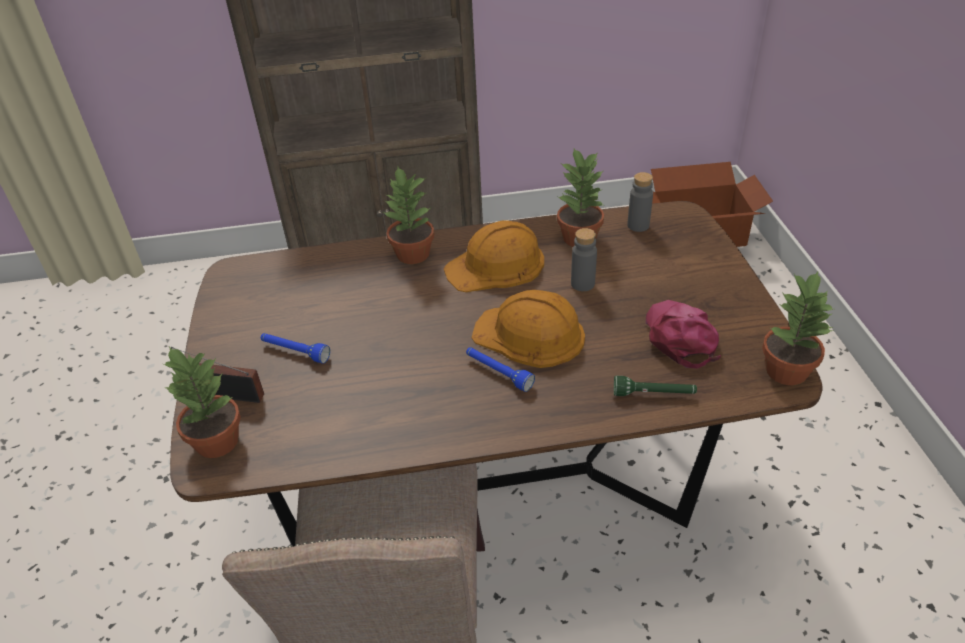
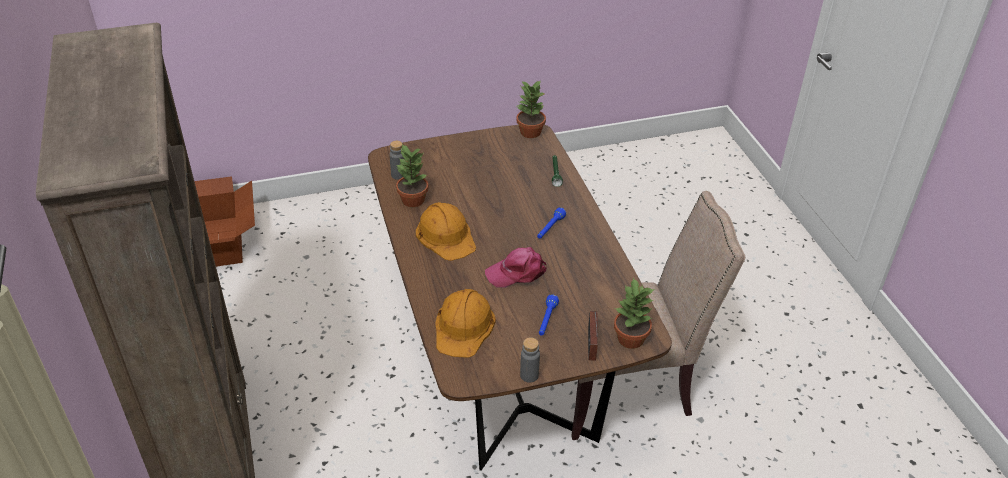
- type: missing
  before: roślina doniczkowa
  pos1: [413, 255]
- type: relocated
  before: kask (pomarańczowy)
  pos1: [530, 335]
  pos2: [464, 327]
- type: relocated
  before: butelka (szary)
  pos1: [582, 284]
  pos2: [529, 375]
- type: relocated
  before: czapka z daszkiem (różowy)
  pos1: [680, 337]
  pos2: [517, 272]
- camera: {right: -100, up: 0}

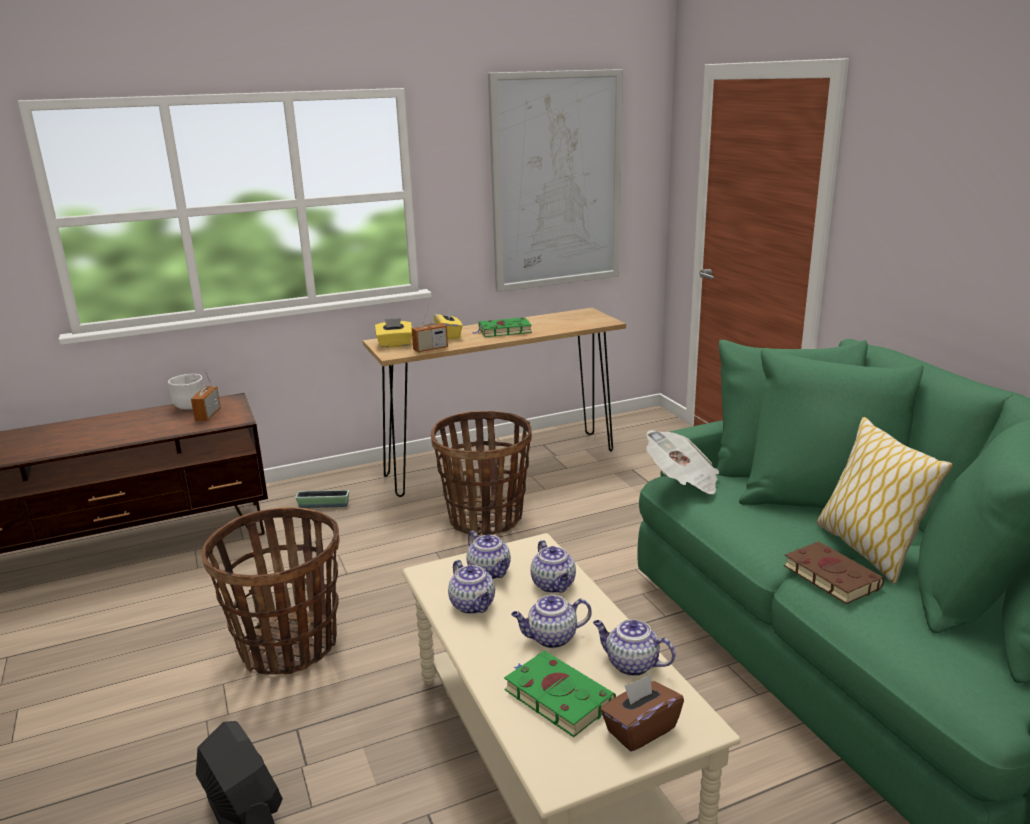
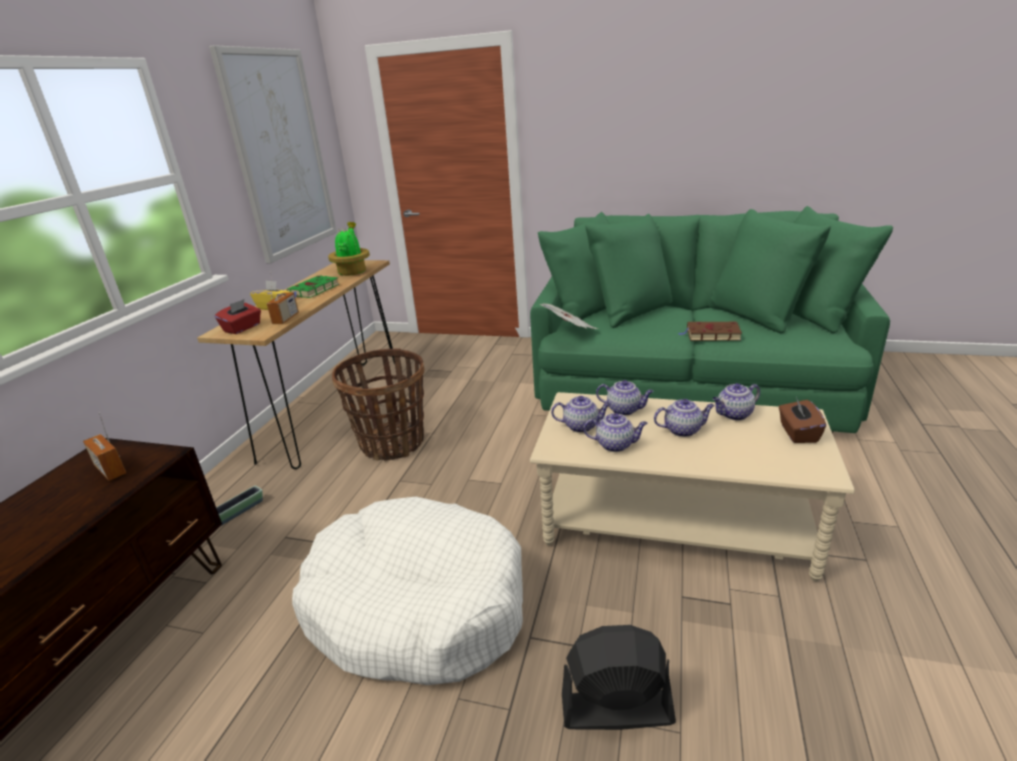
- type: missing
  before: miska (biały)
  pos1: [190, 406]
- type: missing
  before: książka (zielony)
  pos1: [556, 696]
- type: missing
  before: poduszka
  pos1: [868, 549]
- type: appeared
  after: roślina doniczkowa
  pos2: [352, 272]
- type: exchanged
  before: koszyk
  after: legowisko (biały)
  pos1: [288, 646]
  pos2: [416, 606]
- type: colour
  before: pudełko chusteczek (żółty)
  after: pudełko chusteczek (czerwony)
  pos1: [395, 345]
  pos2: [242, 328]
- type: spun
  before: imbryk
  pos1: [551, 638]
  pos2: [683, 430]
  turn: -120
- camera: {right: -50, up: 5}

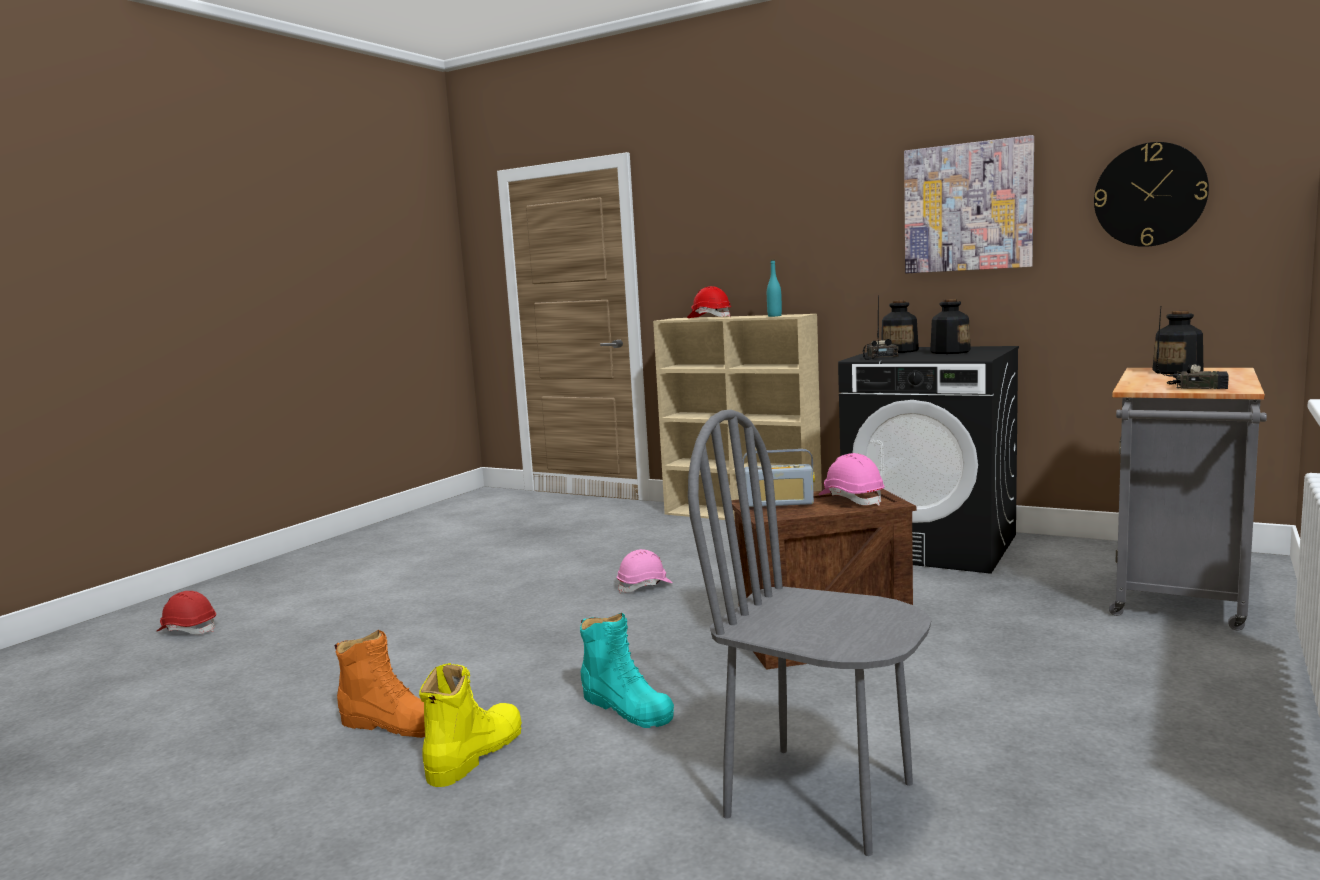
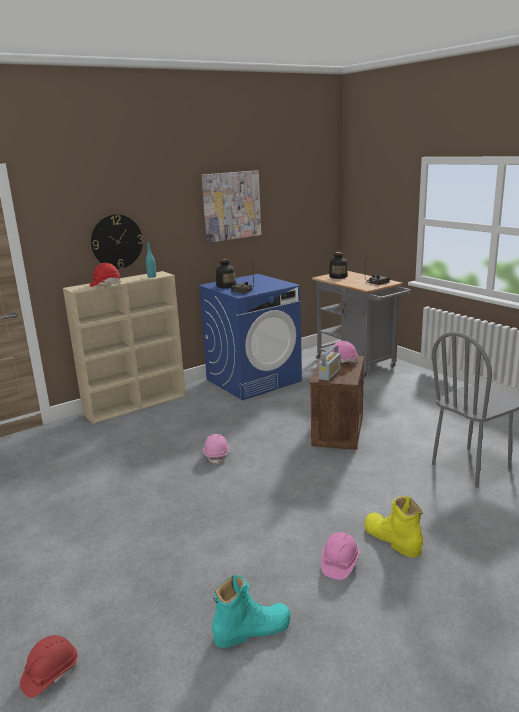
- type: missing
  before: butelka
  pos1: [949, 352]
- type: relocated
  before: but z cholewką (turkusowy)
  pos1: [627, 708]
  pos2: [252, 630]
- type: relocated
  before: zegar ścienny
  pos1: [1149, 195]
  pos2: [116, 241]
- type: exchanged
  before: but z cholewką (pomarańczowy)
  after: kask (różowy)
  pos1: [393, 724]
  pos2: [339, 563]
- type: colour
  before: pralka (czarny)
  after: pralka (niebieski)
  pos1: [932, 546]
  pos2: [254, 380]
- camera: {right: -65, up: 10}

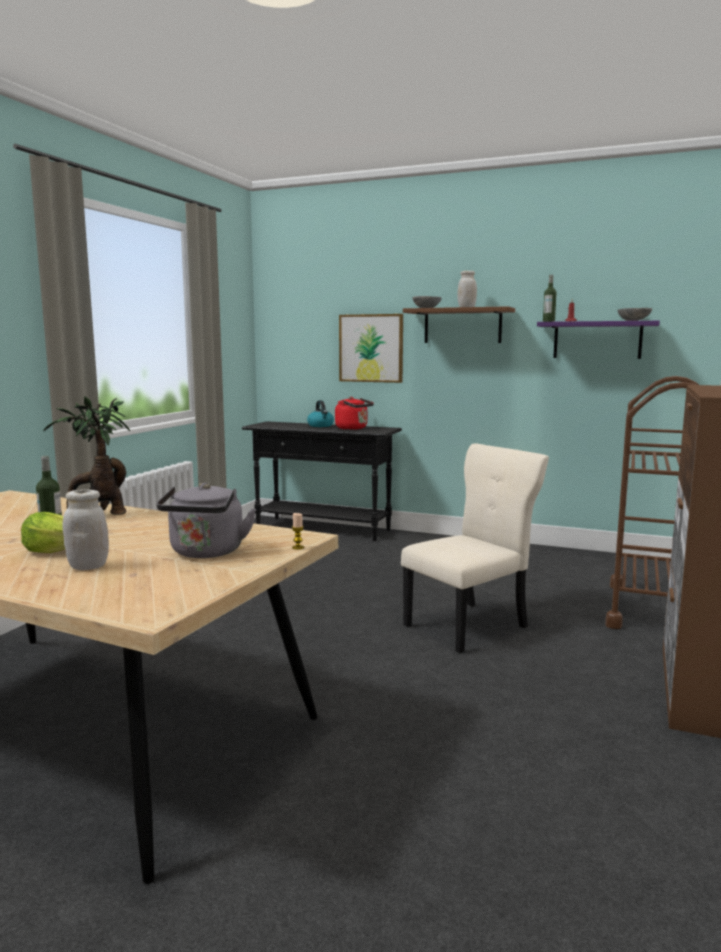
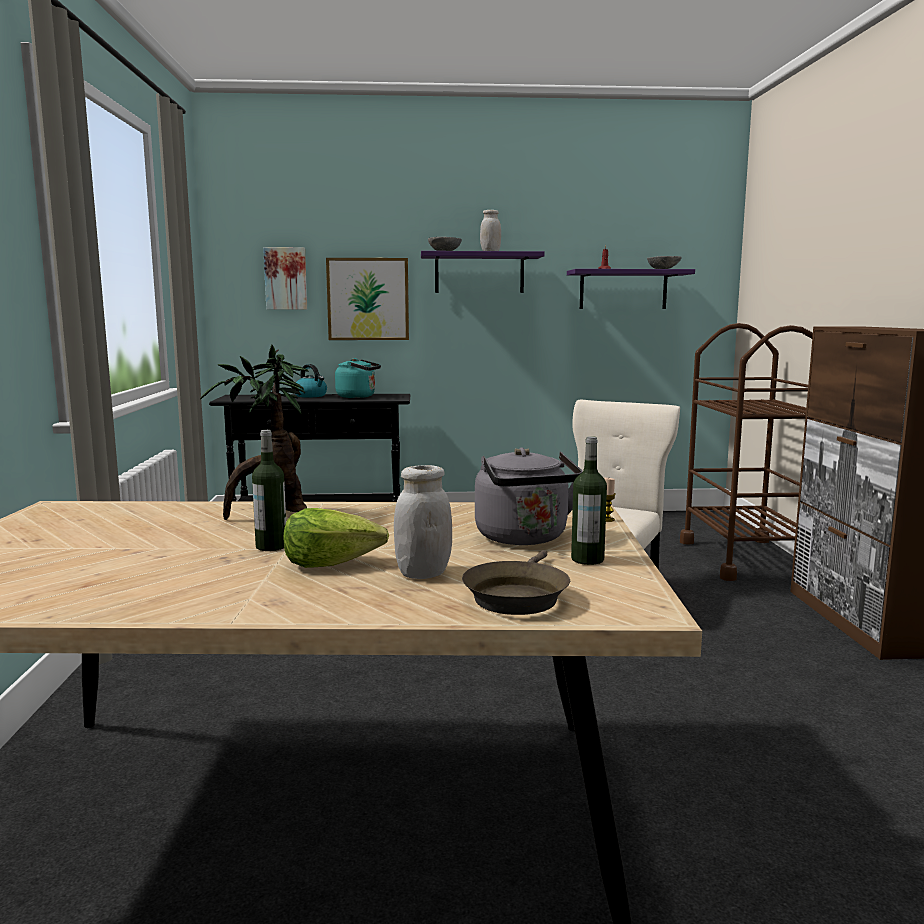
- type: appeared
  after: obraz
  pos2: [286, 278]
- type: appeared
  after: patelnia (brązowy)
  pos2: [517, 596]
- type: relocated
  before: butelka
  pos1: [548, 321]
  pos2: [587, 559]
- type: colour
  before: czajnik (czerwony)
  after: czajnik (turkusowy)
  pos1: [353, 428]
  pos2: [358, 396]
- type: colour
  before: półka (brązowy)
  after: półka (fioletowy)
  pos1: [462, 326]
  pos2: [479, 273]
- camera: {right: -25, up: 0}

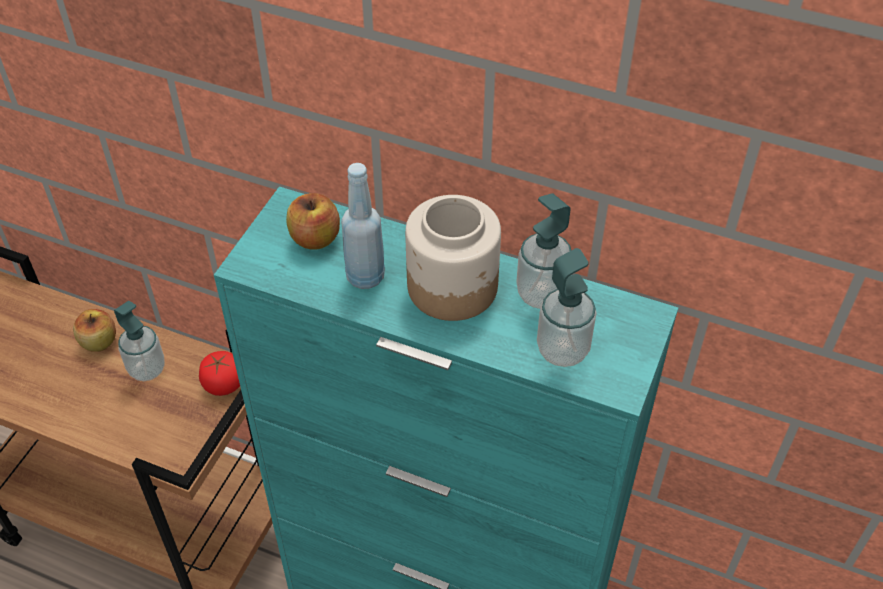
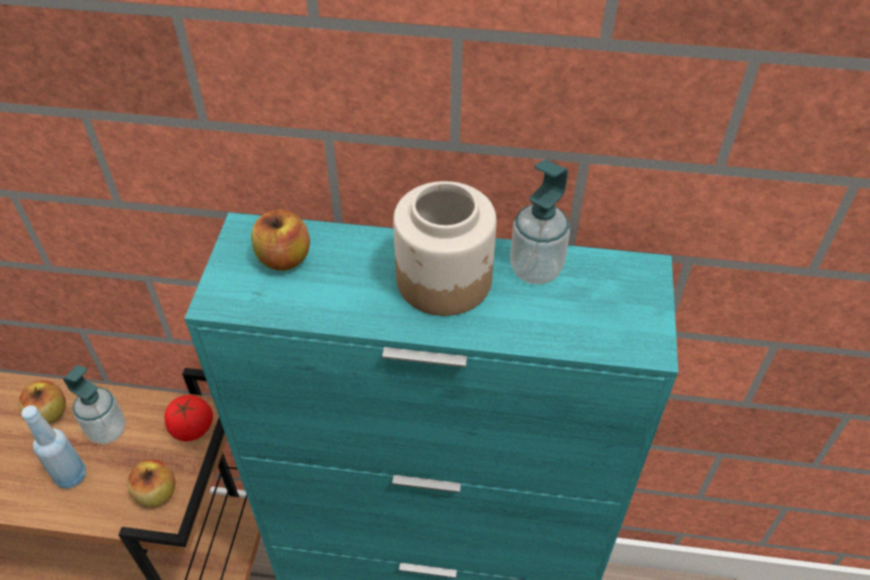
- type: missing
  before: dozownik mydła
  pos1: [562, 350]
- type: appeared
  after: jabłko
  pos2: [156, 493]
- type: relocated
  before: butelka (niebieski)
  pos1: [365, 276]
  pos2: [71, 476]
- camera: {right: -15, up: 0}

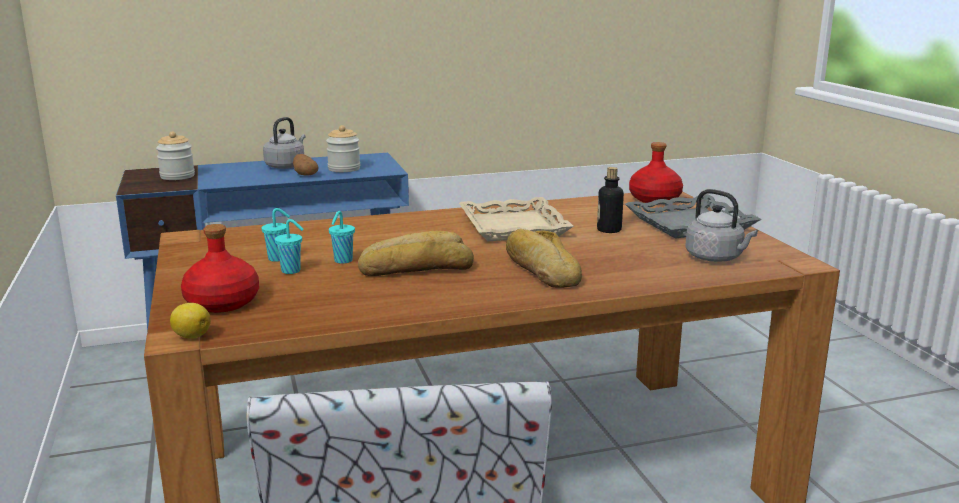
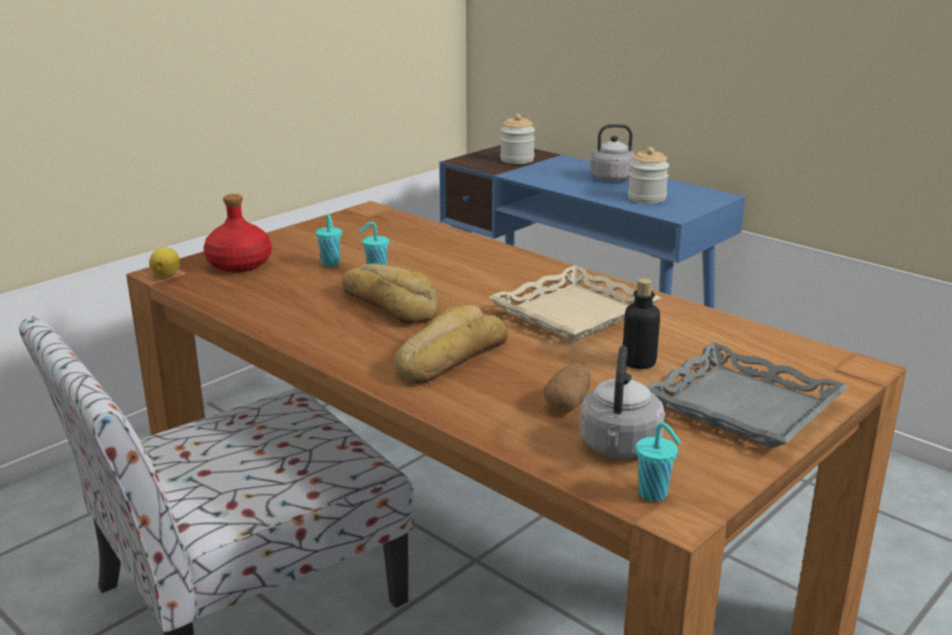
- type: missing
  before: butelka (czerwony)
  pos1: [655, 199]
- type: relocated
  before: filiżanka (turkusowy)
  pos1: [278, 258]
  pos2: [654, 494]
- type: relocated
  before: ziemniak
  pos1: [305, 175]
  pos2: [568, 404]
- camera: {right: 60, up: 5}

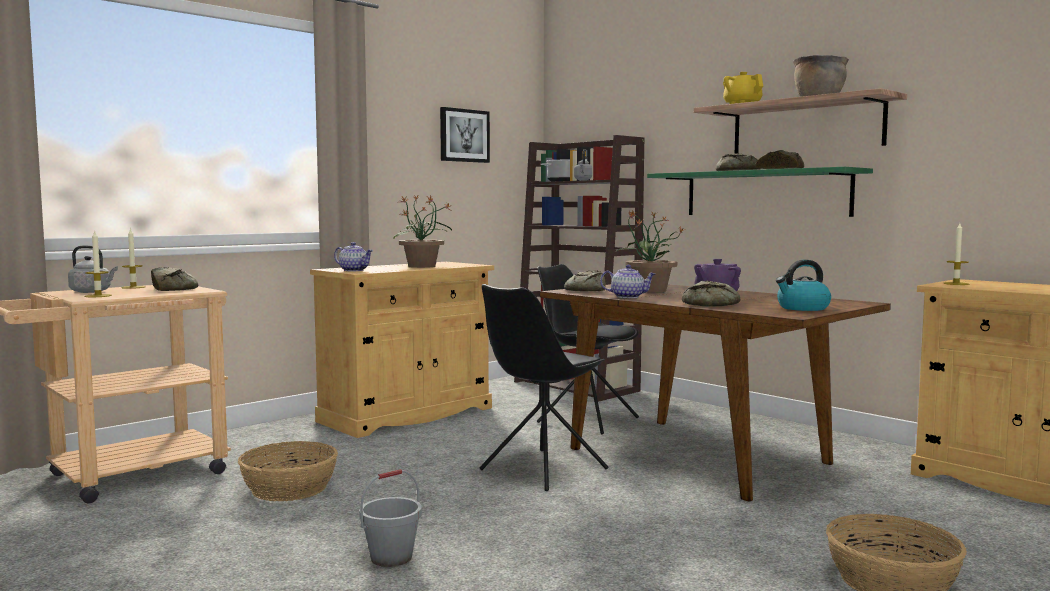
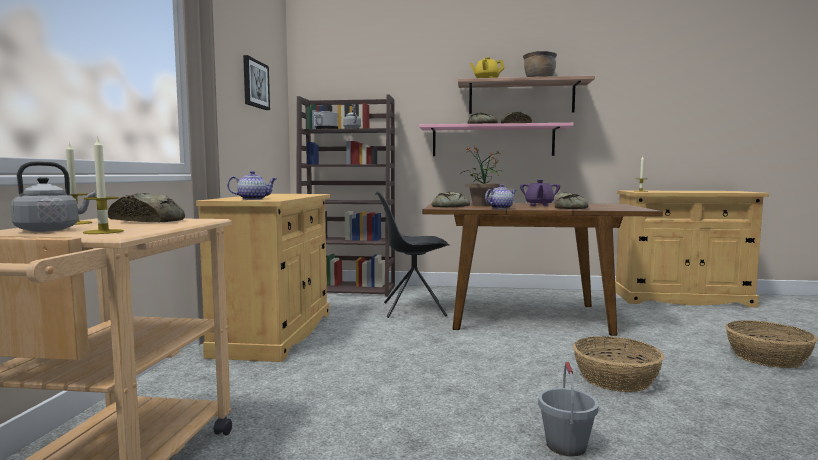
- type: missing
  before: roślina doniczkowa
  pos1: [422, 266]
- type: missing
  before: krzesło (czarny)
  pos1: [541, 470]
- type: missing
  before: czajnik
  pos1: [802, 308]
- type: relocated
  before: koszyk
  pos1: [289, 488]
  pos2: [615, 379]
- type: colour
  before: półka (zielony)
  after: półka (różowy)
  pos1: [765, 194]
  pos2: [493, 141]
- camera: {right: -40, up: 0}

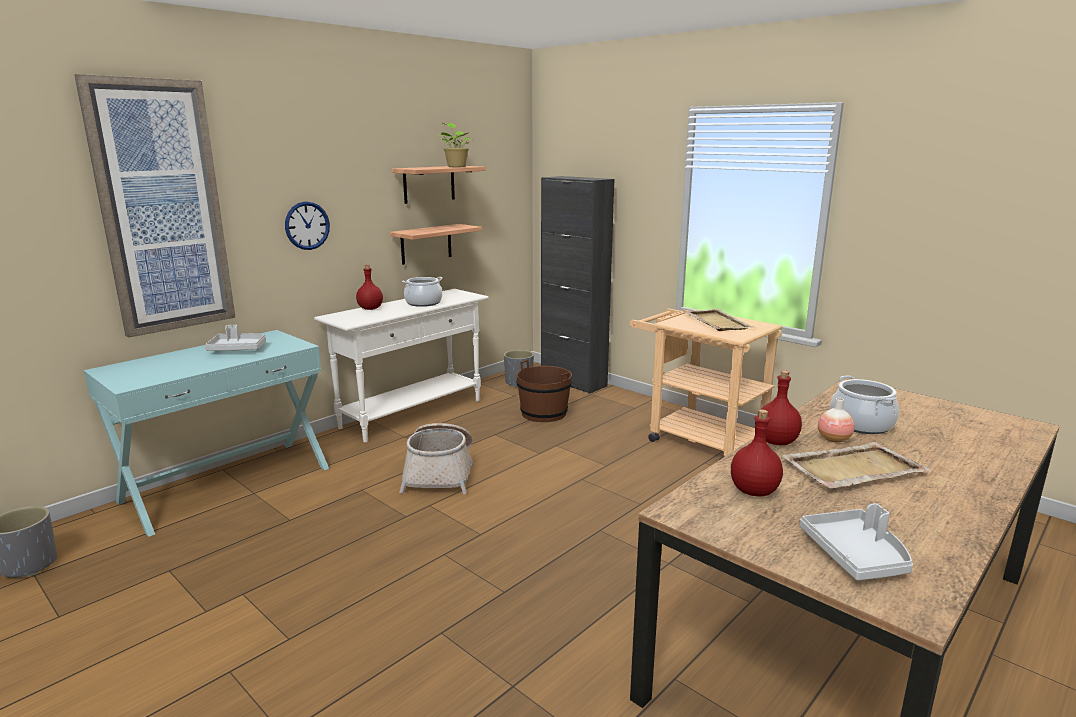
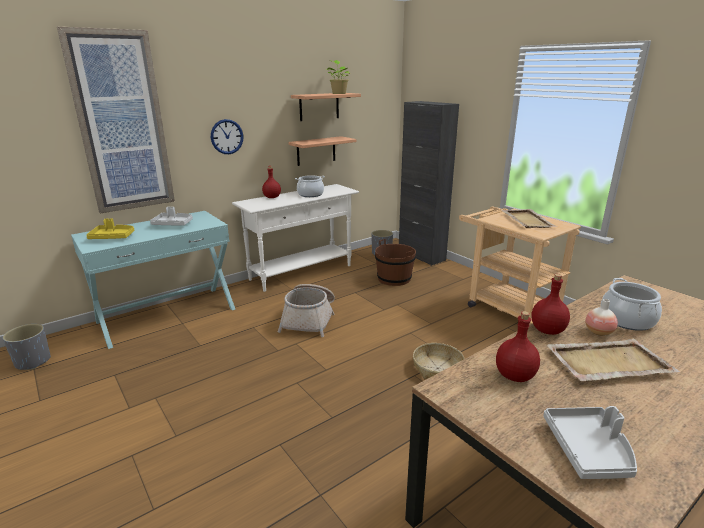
- type: appeared
  after: taca (żółty)
  pos2: [112, 237]
- type: appeared
  after: koszyk
  pos2: [437, 368]
- camera: {right: 10, up: 5}

